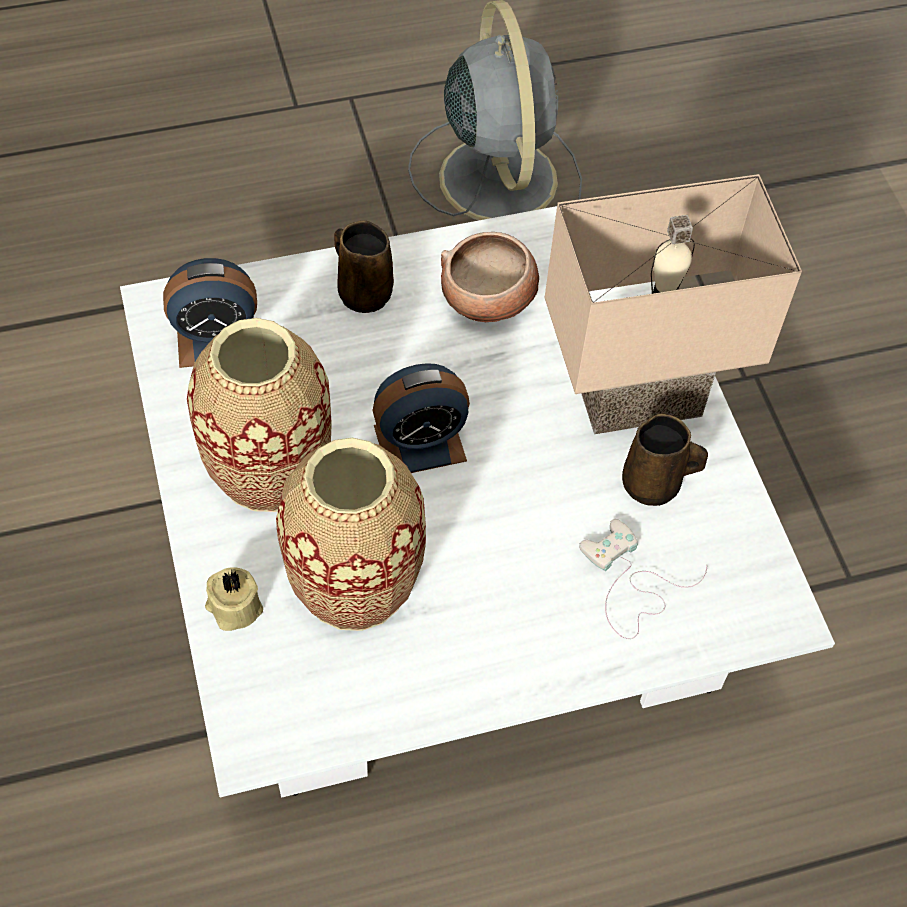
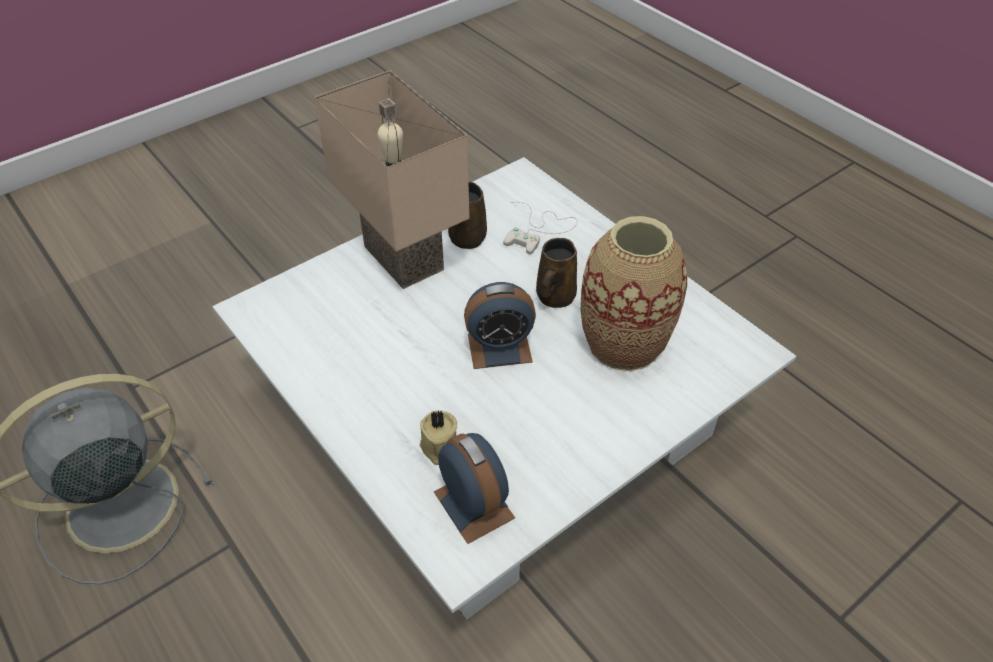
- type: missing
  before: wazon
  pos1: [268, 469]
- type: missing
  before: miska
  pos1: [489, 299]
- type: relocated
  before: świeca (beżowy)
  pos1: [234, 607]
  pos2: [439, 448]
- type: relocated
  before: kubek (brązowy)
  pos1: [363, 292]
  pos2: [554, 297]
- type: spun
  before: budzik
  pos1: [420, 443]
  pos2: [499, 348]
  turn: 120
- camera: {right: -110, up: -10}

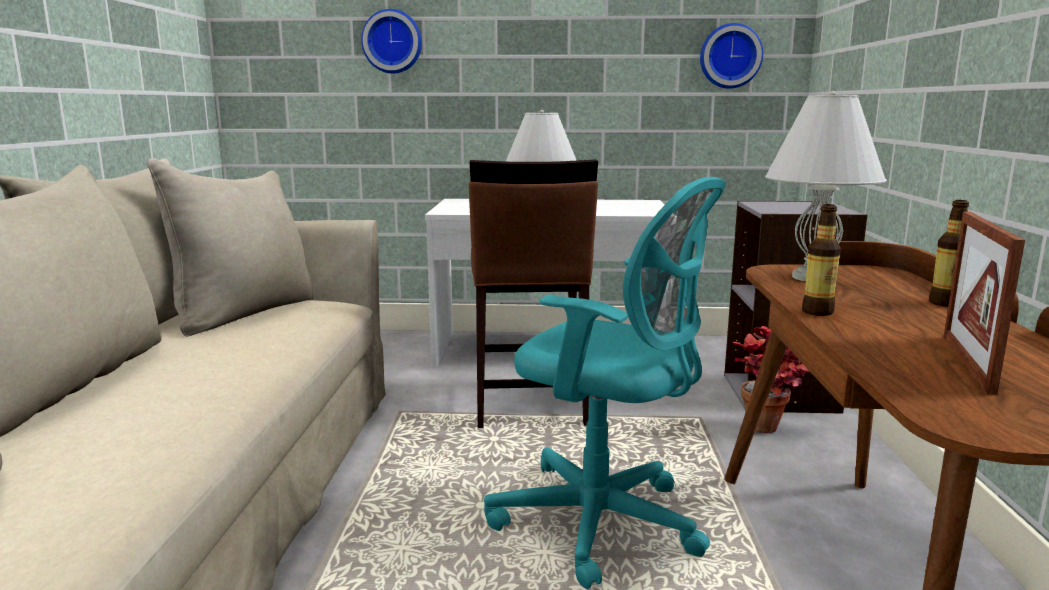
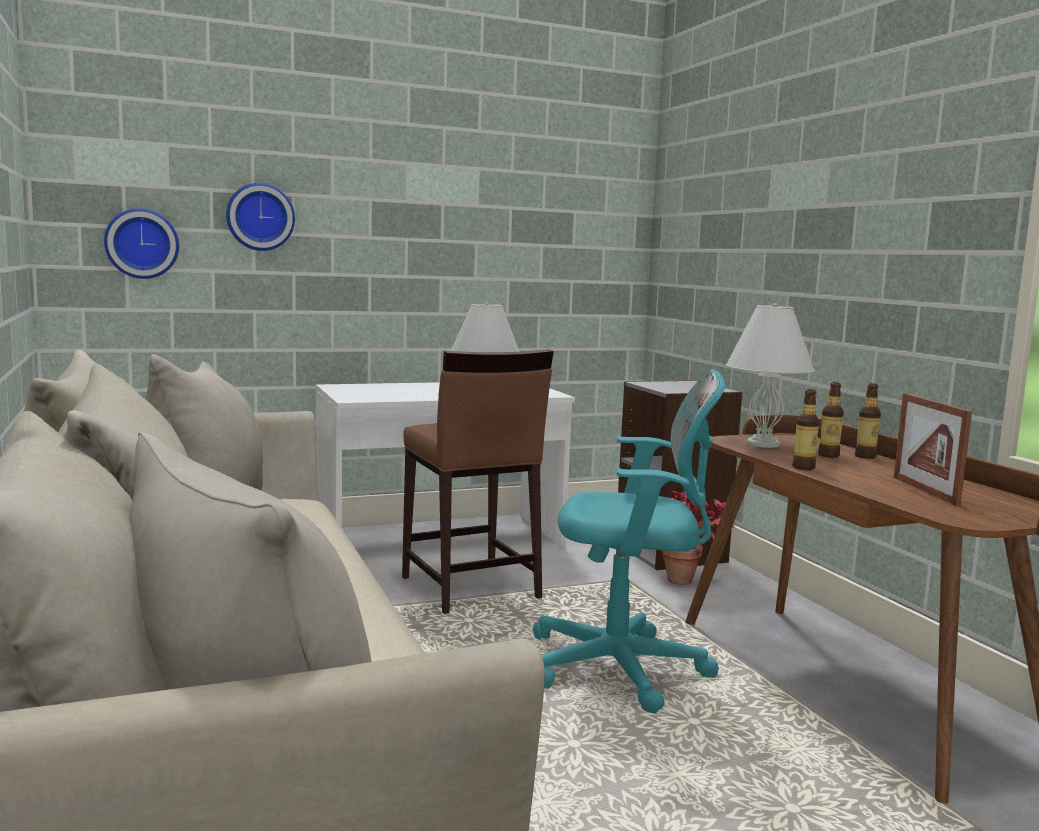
- type: appeared
  after: butelka
  pos2: [828, 455]
- type: relocated
  before: zegar ścienny
  pos1: [730, 56]
  pos2: [142, 243]
- camera: {right: -25, up: -5}

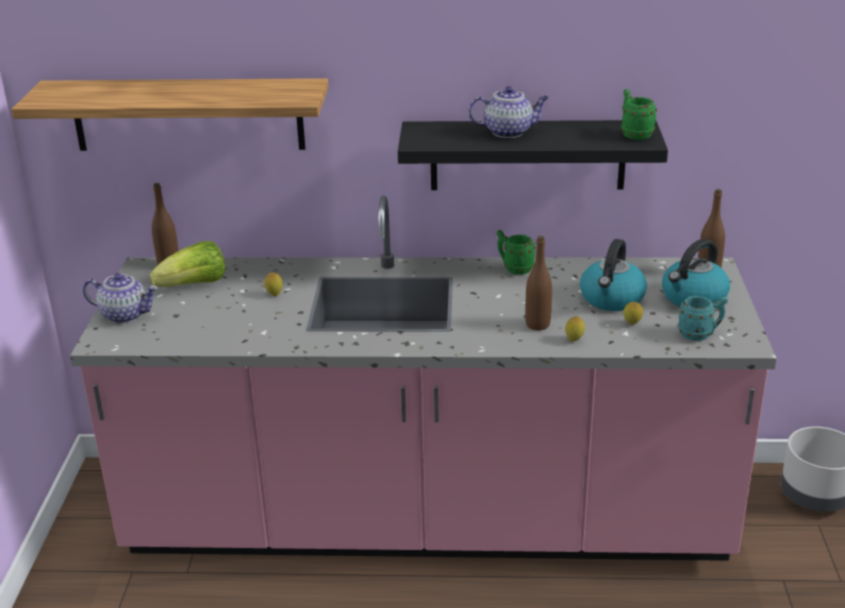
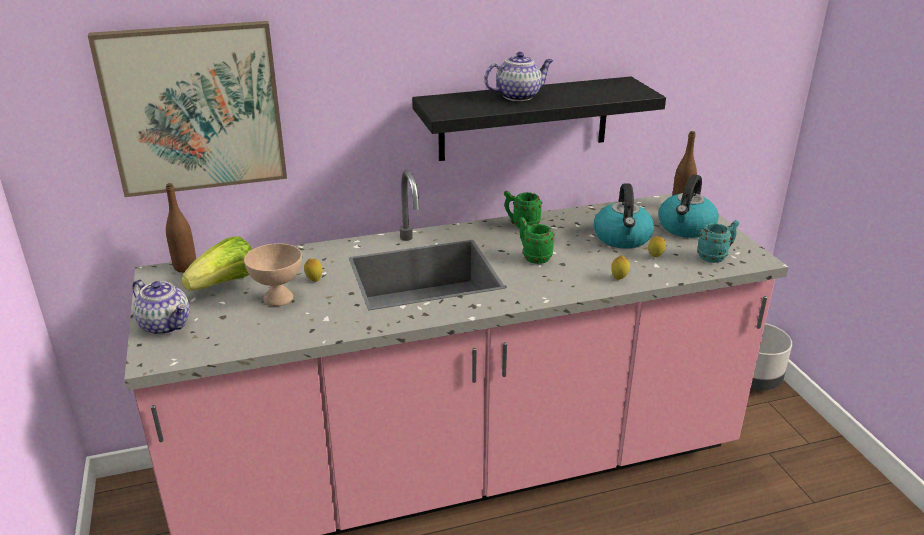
- type: missing
  before: butelka (brązowy)
  pos1: [537, 325]
- type: appeared
  after: miska (beżowy)
  pos2: [279, 298]
- type: relocated
  before: kubek (zielony)
  pos1: [634, 134]
  pos2: [533, 257]
- type: exchanged
  before: półka
  after: obraz
  pos1: [188, 114]
  pos2: [194, 108]
- type: spun
  before: imbryk
  pos1: [125, 315]
  pos2: [166, 325]
  turn: 45
- camera: {right: -20, up: 0}

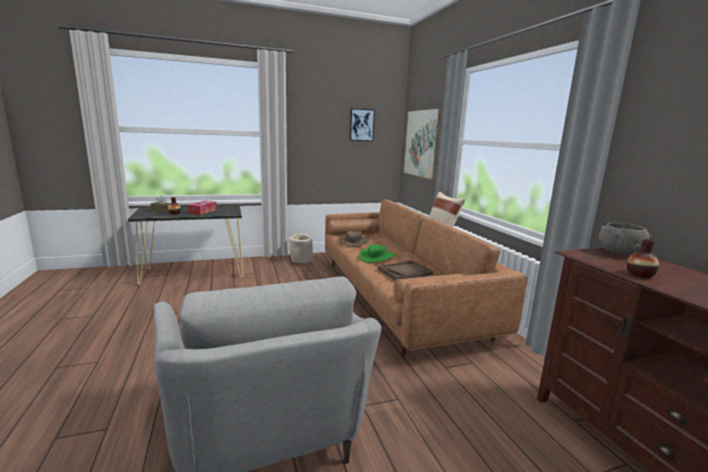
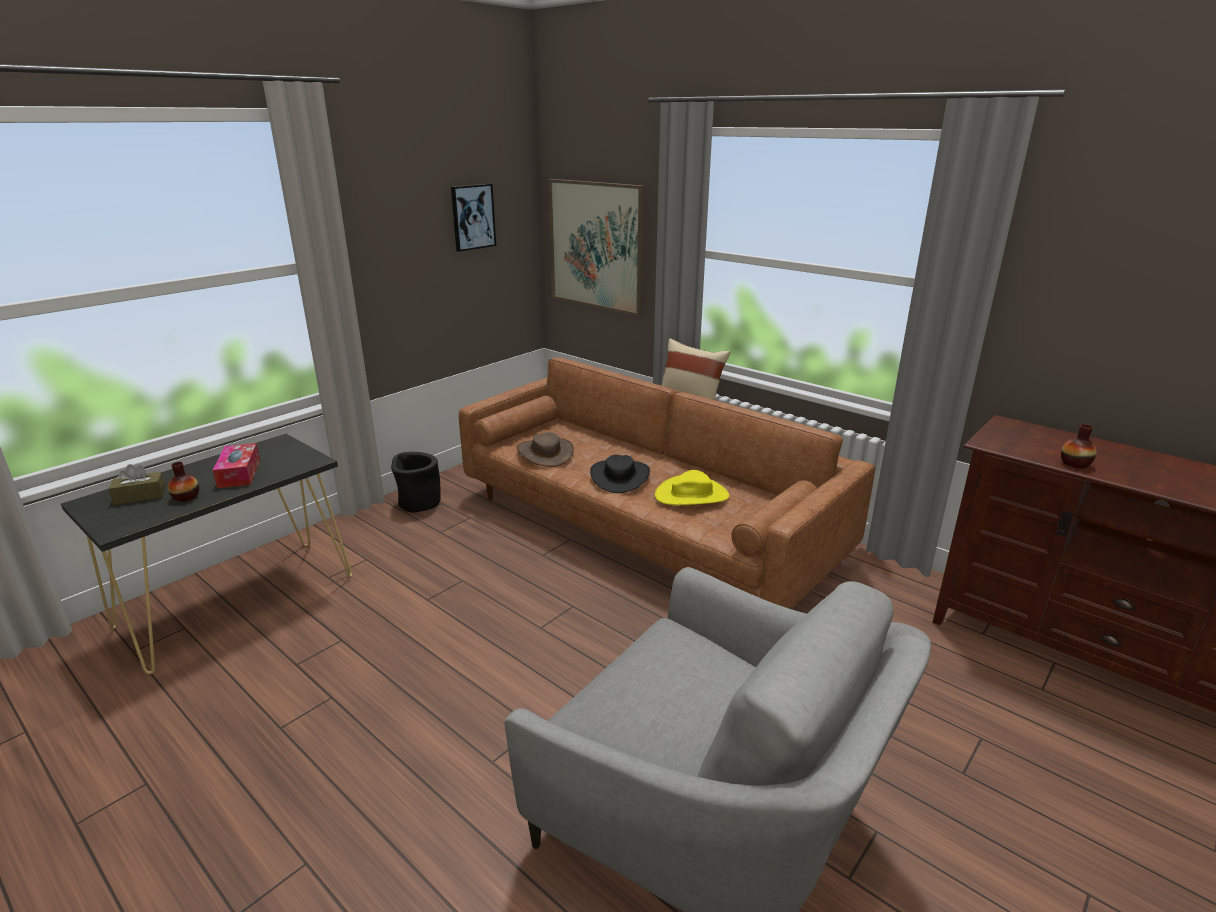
- type: missing
  before: miska (szary)
  pos1: [620, 252]
- type: exchanged
  before: taca (brązowy)
  after: kapelusz (żółty)
  pos1: [405, 272]
  pos2: [692, 495]
- type: colour
  before: donica (beżowy)
  after: donica (czarny)
  pos1: [301, 260]
  pos2: [418, 503]
- type: colour
  before: kapelusz (zielony)
  after: kapelusz (czarny)
  pos1: [377, 257]
  pos2: [620, 476]
- camera: {right: -30, up: 10}

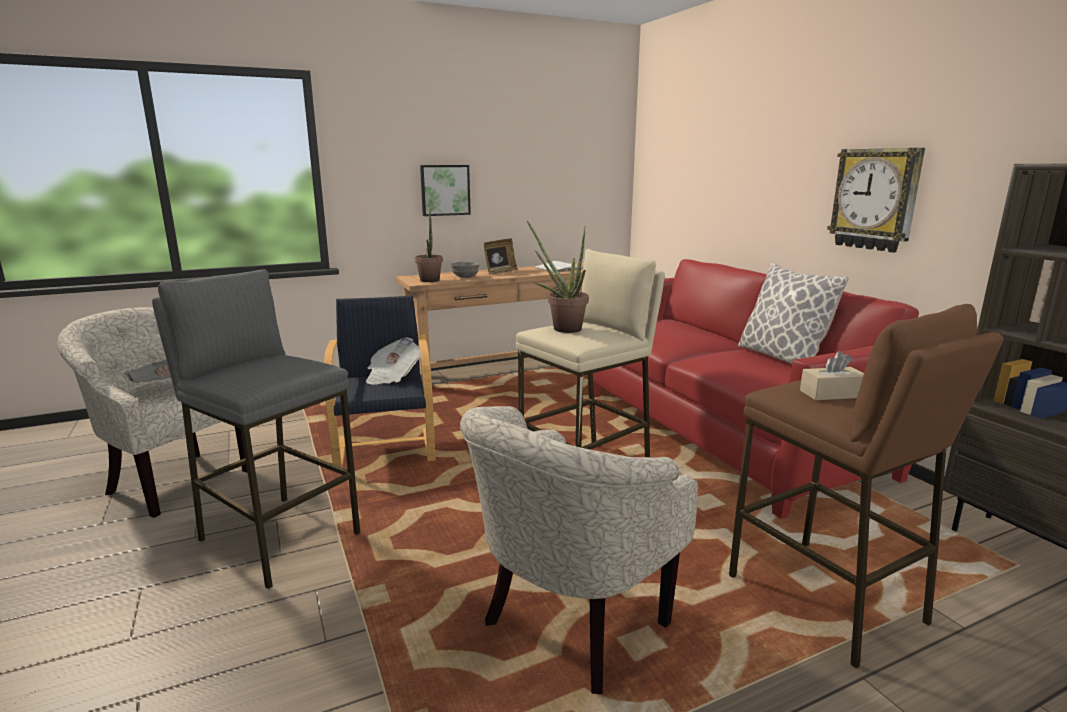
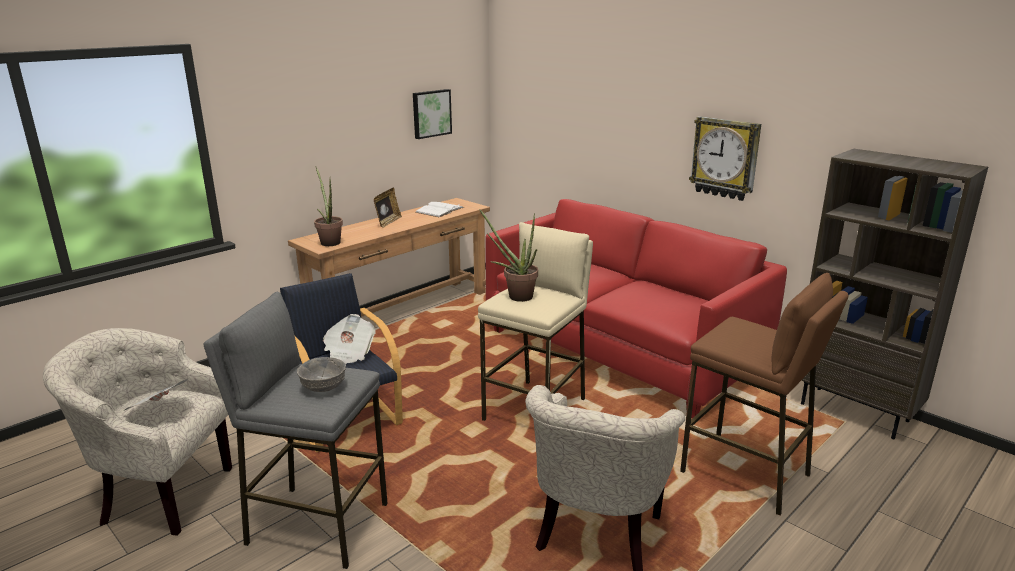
- type: missing
  before: poduszka
  pos1: [781, 357]
- type: missing
  before: pudełko chusteczek (beżowy)
  pos1: [831, 394]
- type: relocated
  before: obraz
  pos1: [445, 190]
  pos2: [431, 113]
- type: relocated
  before: miska (szary)
  pos1: [465, 277]
  pos2: [323, 387]
- camera: {right: -20, up: 5}

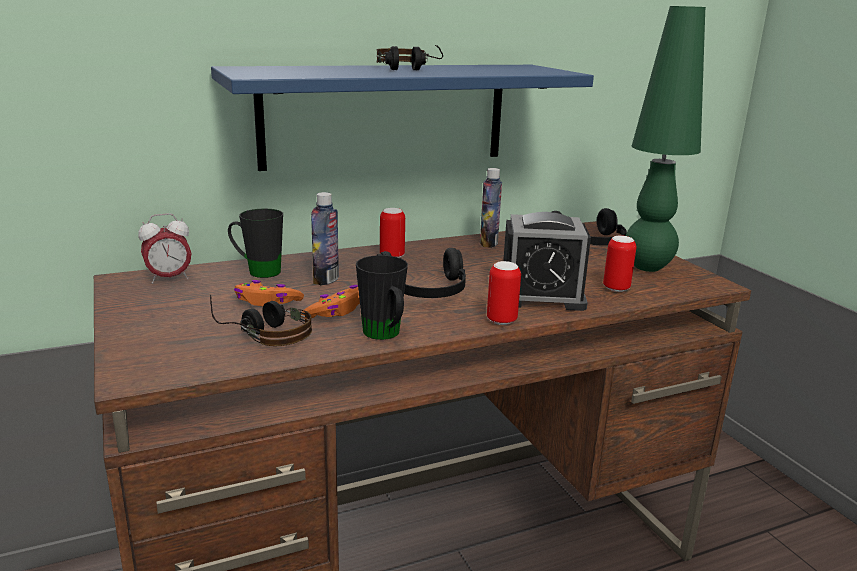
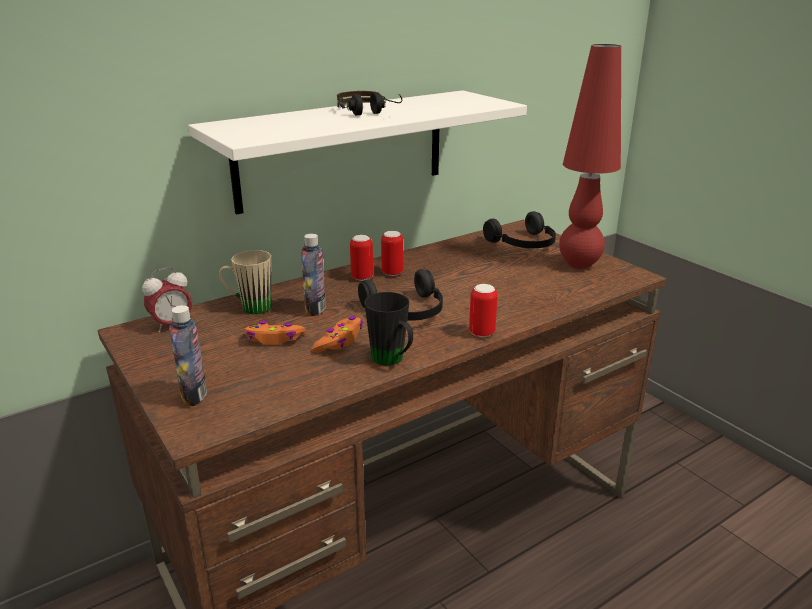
- type: missing
  before: słuchawki
  pos1: [261, 332]
- type: missing
  before: budzik
  pos1: [540, 296]
- type: relocated
  before: butelka
  pos1: [488, 243]
  pos2: [194, 396]
- type: relocated
  before: puszka
  pos1: [616, 288]
  pos2: [392, 273]
- type: colour
  before: półka (niebieski)
  after: półka (biały)
  pos1: [385, 115]
  pos2: [342, 150]
- type: colour
  before: kubek (czarny)
  after: kubek (beżowy)
  pos1: [257, 271]
  pos2: [249, 307]
- type: colour
  before: lampa stołowa (zielony)
  after: lampa stołowa (czerwony)
  pos1: [646, 267]
  pos2: [578, 265]
- camera: {right: -10, up: 5}

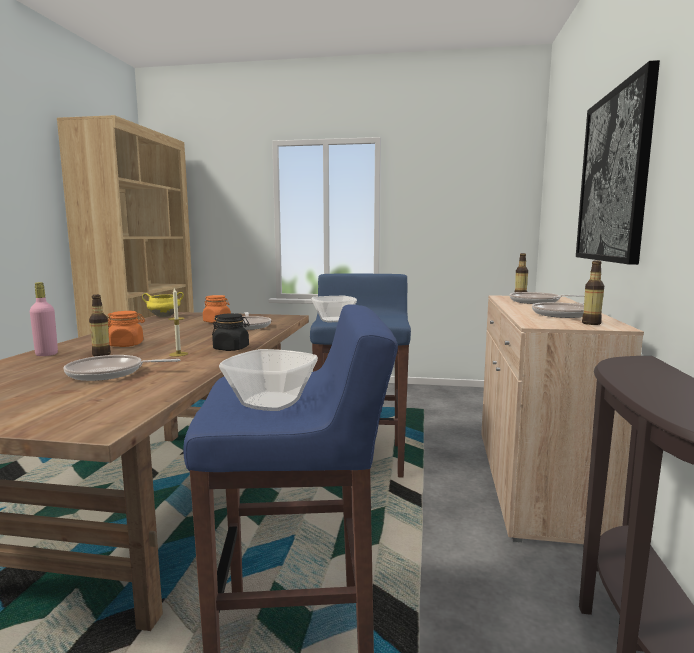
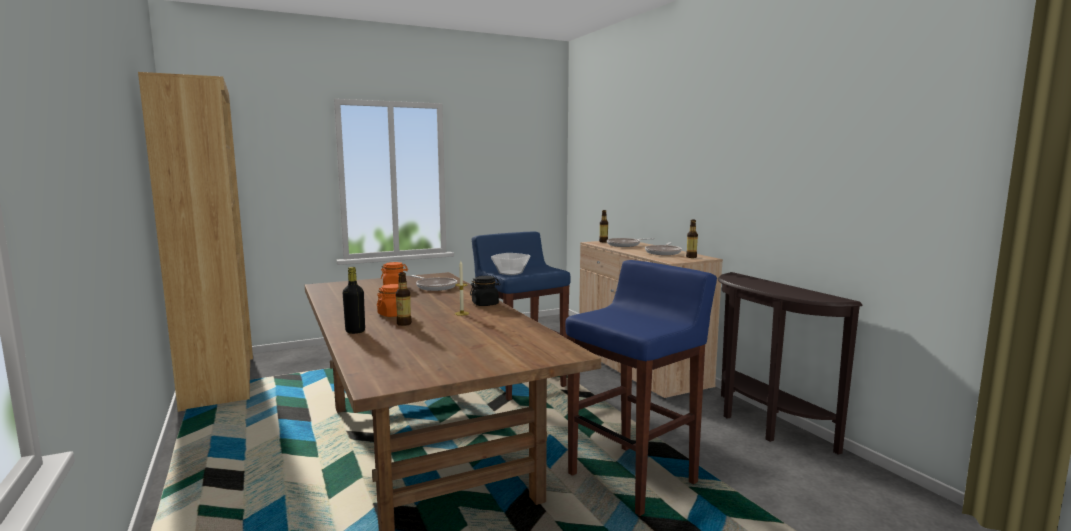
- type: missing
  before: patelnia
  pos1: [110, 373]
- type: missing
  before: garnek (żółty)
  pos1: [163, 316]
- type: missing
  before: miska
  pos1: [272, 402]
- type: missing
  before: obraz
  pos1: [614, 177]
- type: colour
  before: butelka (różowy)
  after: butelka (czarny)
  pos1: [46, 354]
  pos2: [355, 331]
- camera: {right: -35, up: 0}

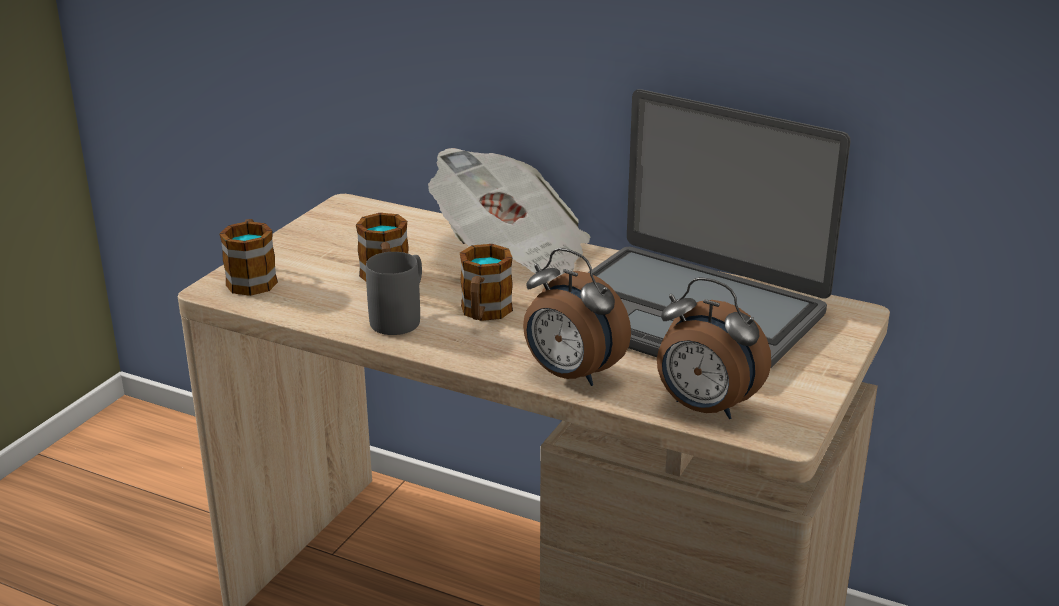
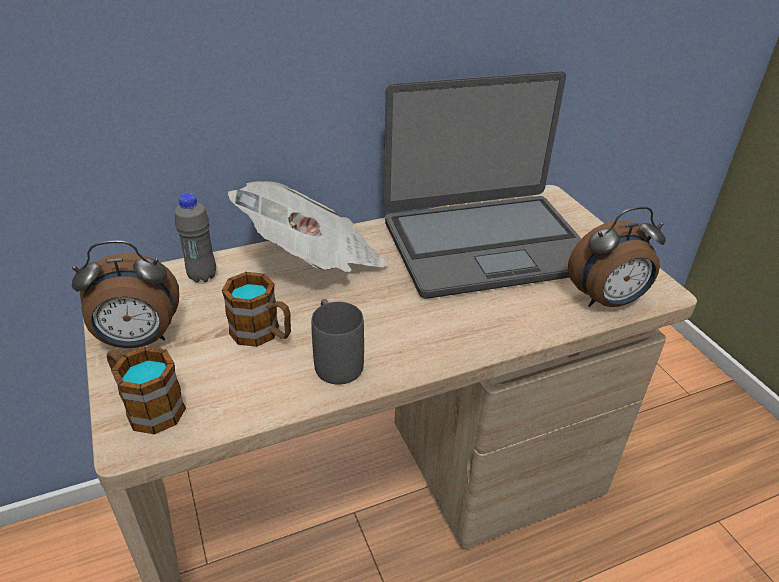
- type: missing
  before: kubek
  pos1: [484, 313]
- type: appeared
  after: butelka (szary)
  pos2: [202, 276]
- type: relocated
  before: budzik
  pos1: [571, 375]
  pos2: [139, 340]
- camera: {right: -50, up: 10}

